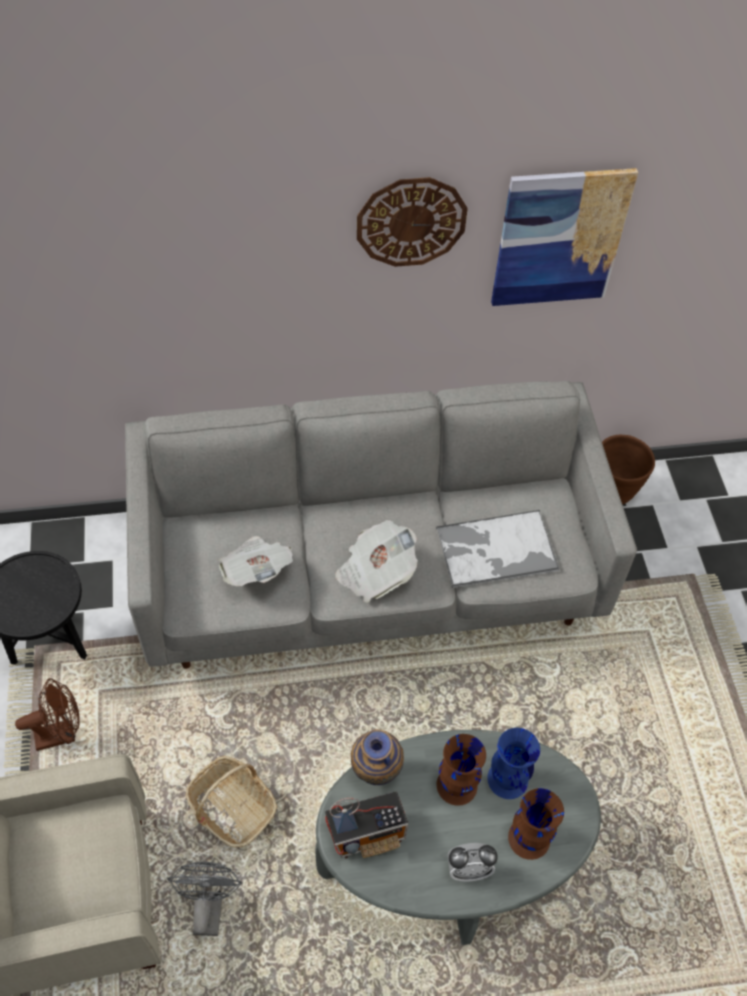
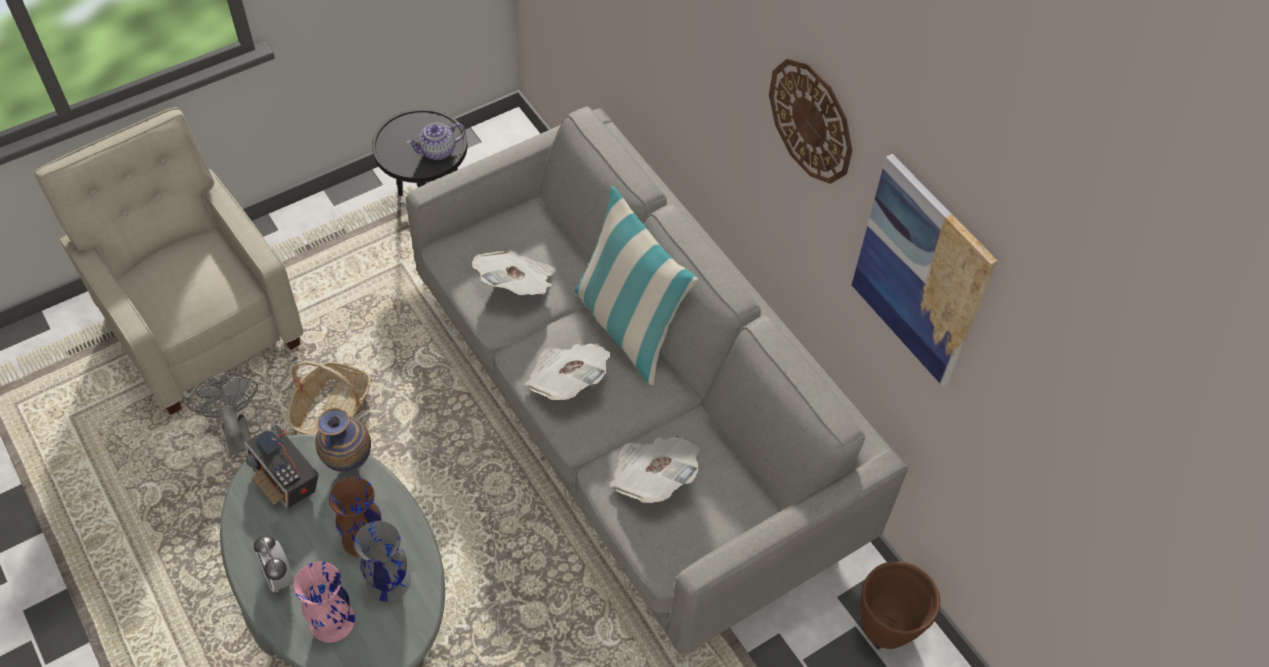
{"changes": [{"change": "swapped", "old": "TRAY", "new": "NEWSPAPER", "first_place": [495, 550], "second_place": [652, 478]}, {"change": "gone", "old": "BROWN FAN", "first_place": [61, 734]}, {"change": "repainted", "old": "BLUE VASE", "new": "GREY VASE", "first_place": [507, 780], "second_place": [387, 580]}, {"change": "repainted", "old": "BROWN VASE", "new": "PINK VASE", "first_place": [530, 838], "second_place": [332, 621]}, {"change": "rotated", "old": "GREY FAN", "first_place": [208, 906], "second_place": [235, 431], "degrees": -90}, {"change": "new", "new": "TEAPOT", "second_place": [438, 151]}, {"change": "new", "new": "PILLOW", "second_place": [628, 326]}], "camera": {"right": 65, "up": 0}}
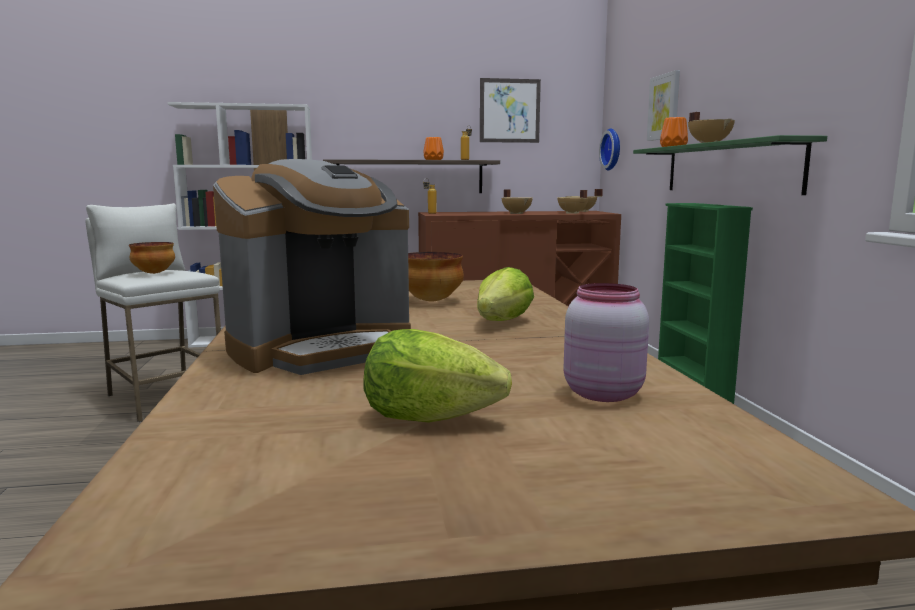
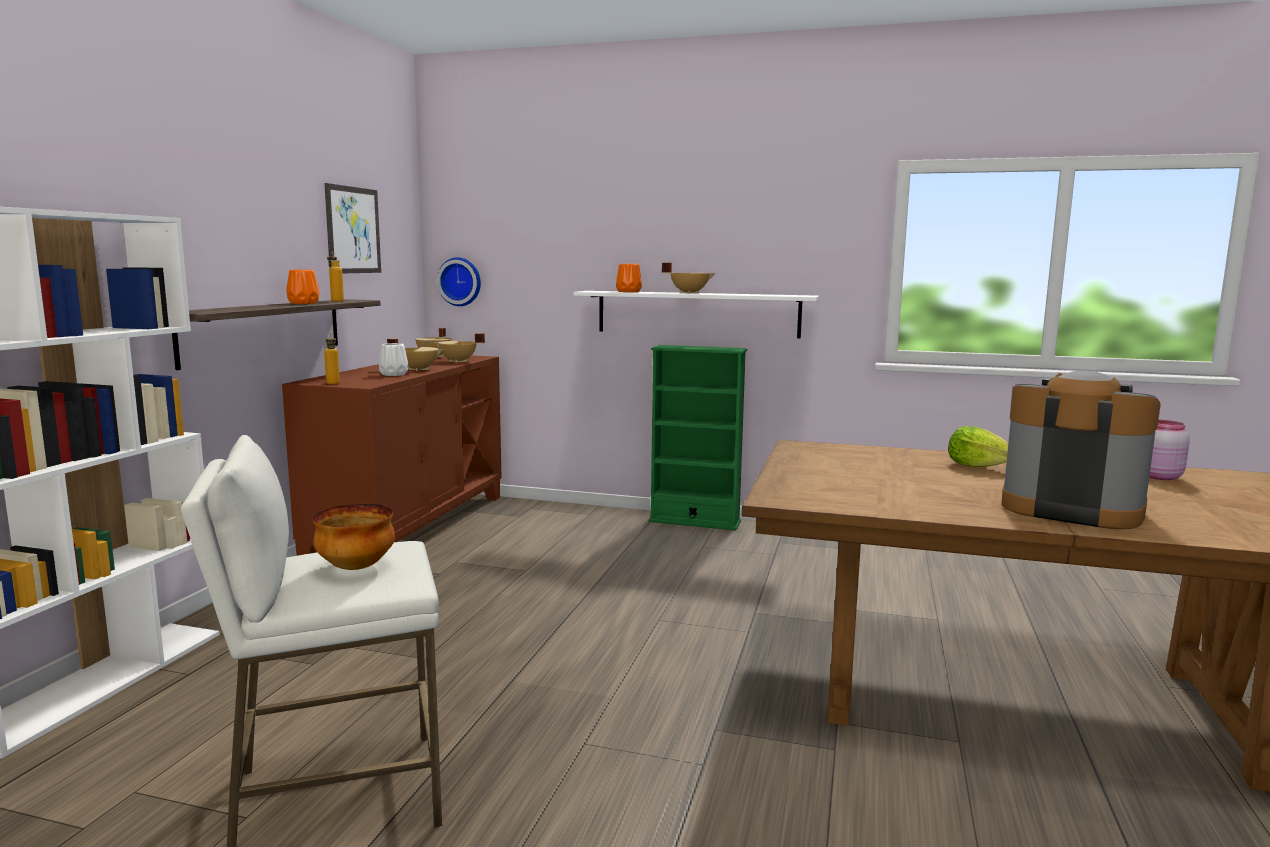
{"changes": [{"change": "gone", "old": "PICTURE", "first_place": [664, 107]}, {"change": "repainted", "old": "GREEN SHELF", "new": "WHITE SHELF", "first_place": [728, 168], "second_place": [697, 313]}, {"change": "rotated", "old": "COFFEE MACHINE", "first_place": [321, 350], "second_place": [1070, 508], "degrees": -45}, {"change": "gone", "old": "BOWL", "first_place": [431, 301]}, {"change": "gone", "old": "LETTUCE", "first_place": [429, 417]}, {"change": "new", "new": "WHITE VASE", "second_place": [393, 374]}], "camera": {"right": -65, "up": 0}}
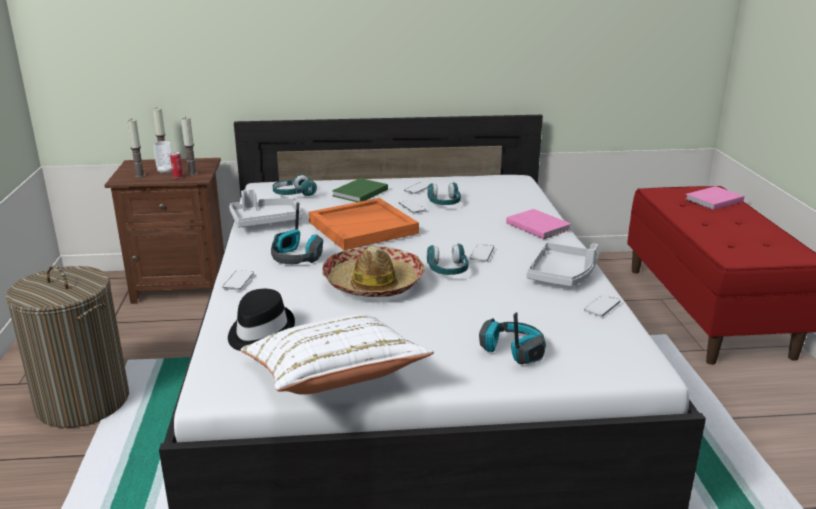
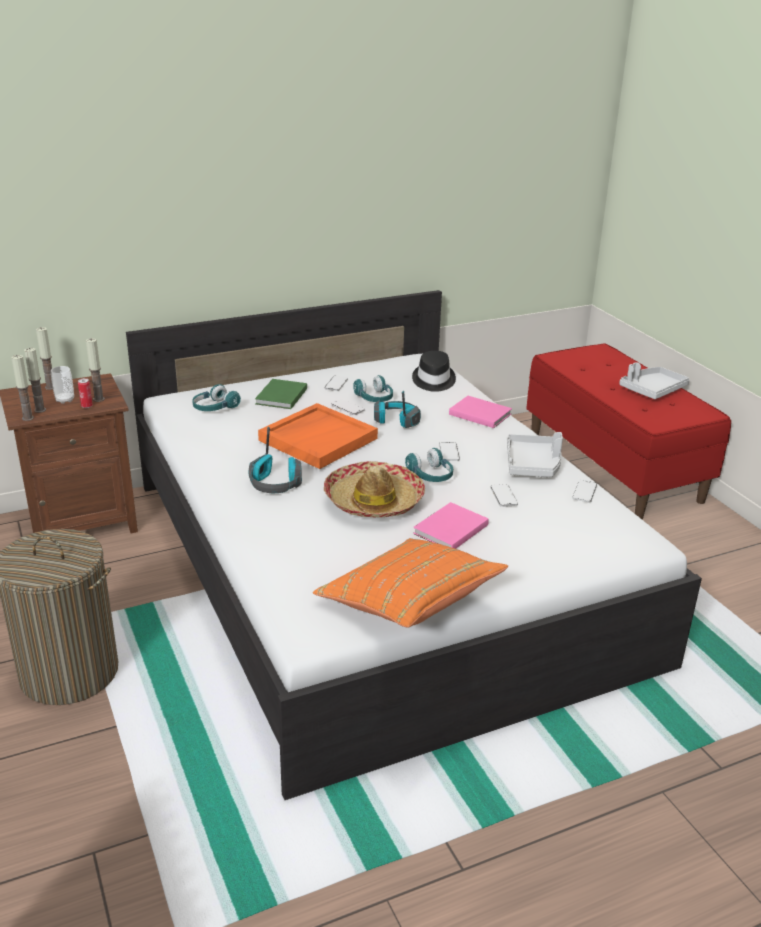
{"changes": [{"change": "shifted", "old": "PINK BOOK", "first_place": [712, 200], "second_place": [448, 529]}, {"change": "shifted", "old": "GREY TRAY", "first_place": [265, 221], "second_place": [652, 390]}, {"change": "shifted", "old": "PHONE", "first_place": [238, 281], "second_place": [503, 496]}, {"change": "shifted", "old": "BLACK HAT", "first_place": [259, 332], "second_place": [433, 380]}, {"change": "shifted", "old": "HEADPHONES", "first_place": [512, 350], "second_place": [396, 421]}, {"change": "repainted", "old": "WHITE PILLOW", "new": "ORANGE PILLOW", "first_place": [334, 378], "second_place": [408, 604]}, {"change": "new", "new": "CANDLE", "second_place": [28, 418]}], "camera": {"right": -20, "up": 5}}
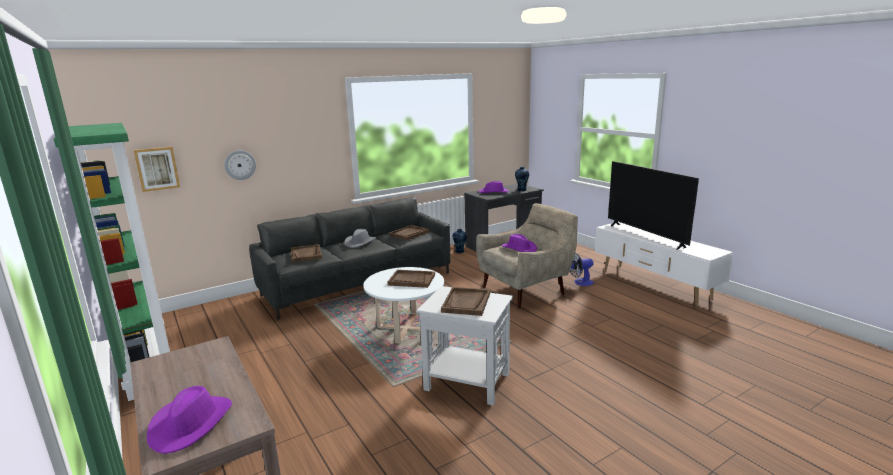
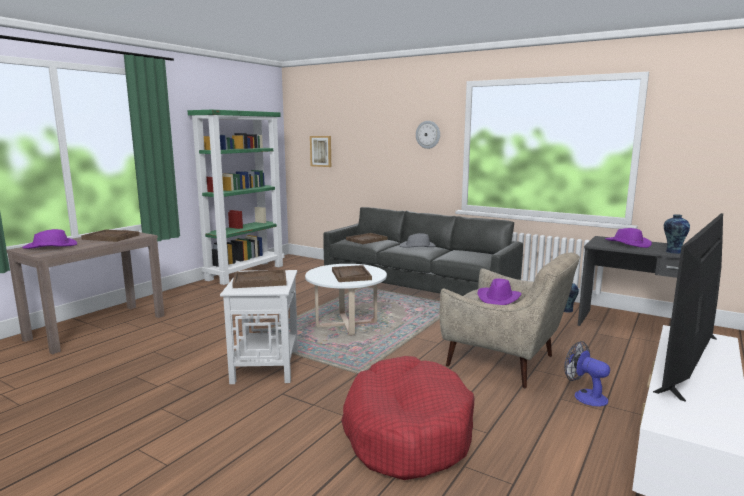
{"changes": [{"change": "shifted", "old": "WALL CLOCK", "first_place": [240, 165], "second_place": [428, 134]}, {"change": "shifted", "old": "BROWN TRAY", "first_place": [409, 234], "second_place": [110, 237]}, {"change": "new", "new": "RED DOG BED", "second_place": [406, 431]}], "camera": {"right": 65, "up": -5}}
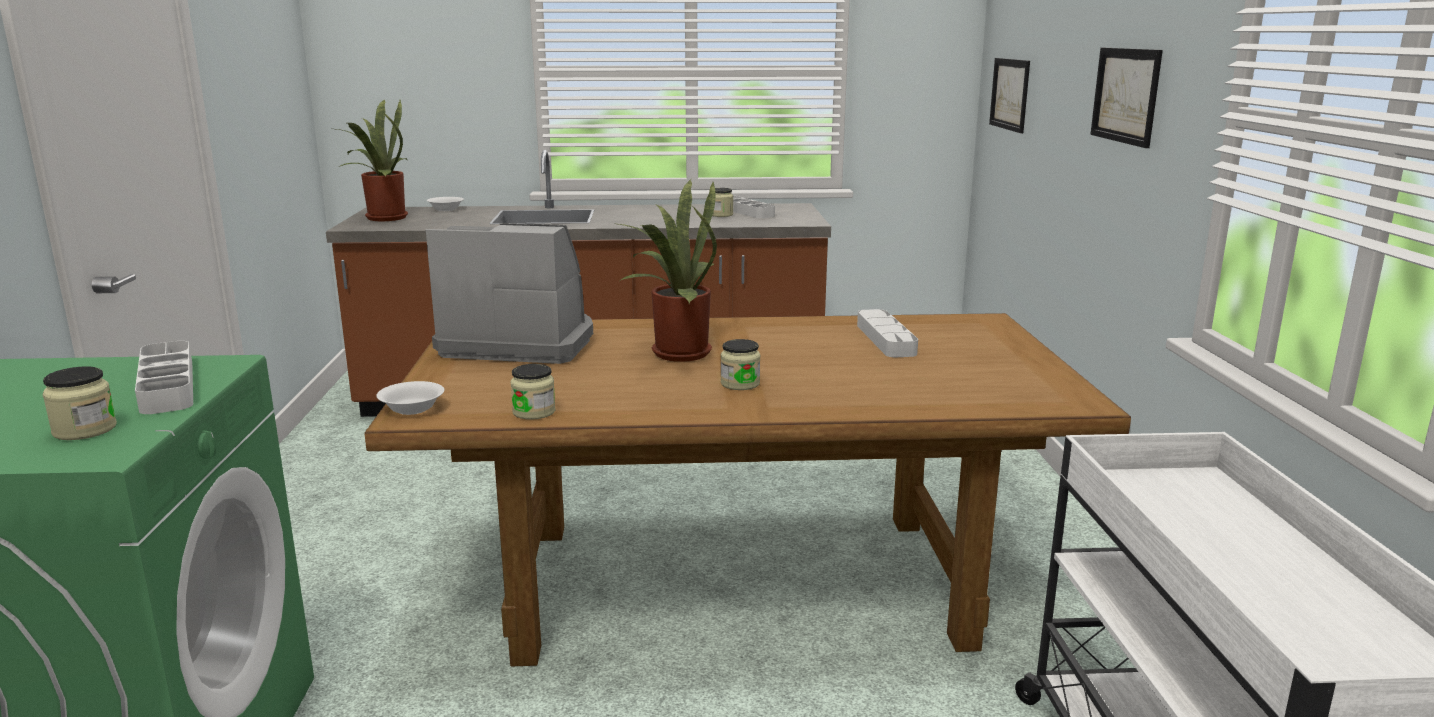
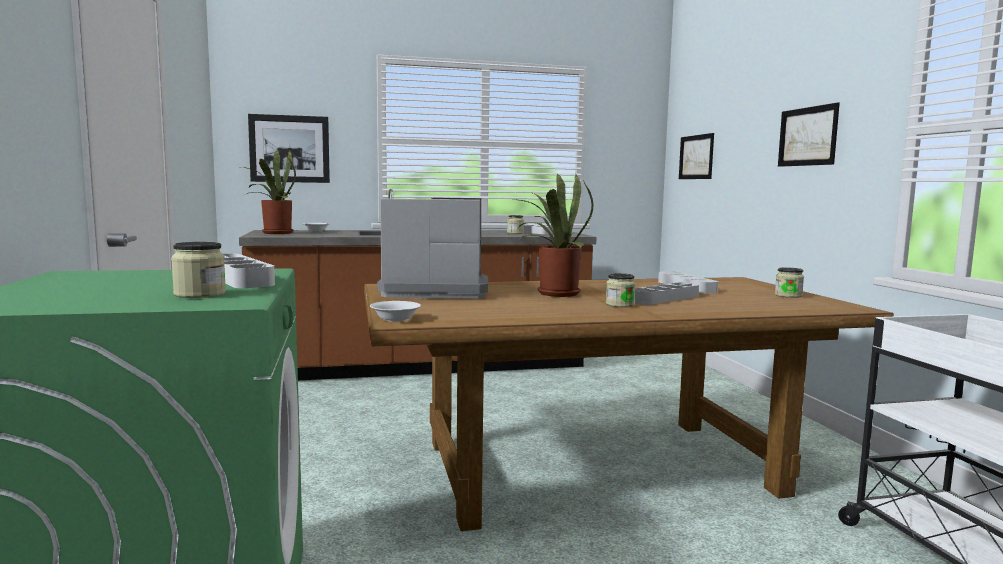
{"changes": [{"change": "shifted", "old": "JAR", "first_place": [534, 412], "second_place": [788, 295]}, {"change": "new", "new": "PICTURE", "second_place": [289, 149]}, {"change": "new", "new": "GREY TRAY", "second_place": [665, 298]}], "camera": {"right": -10, "up": -10}}
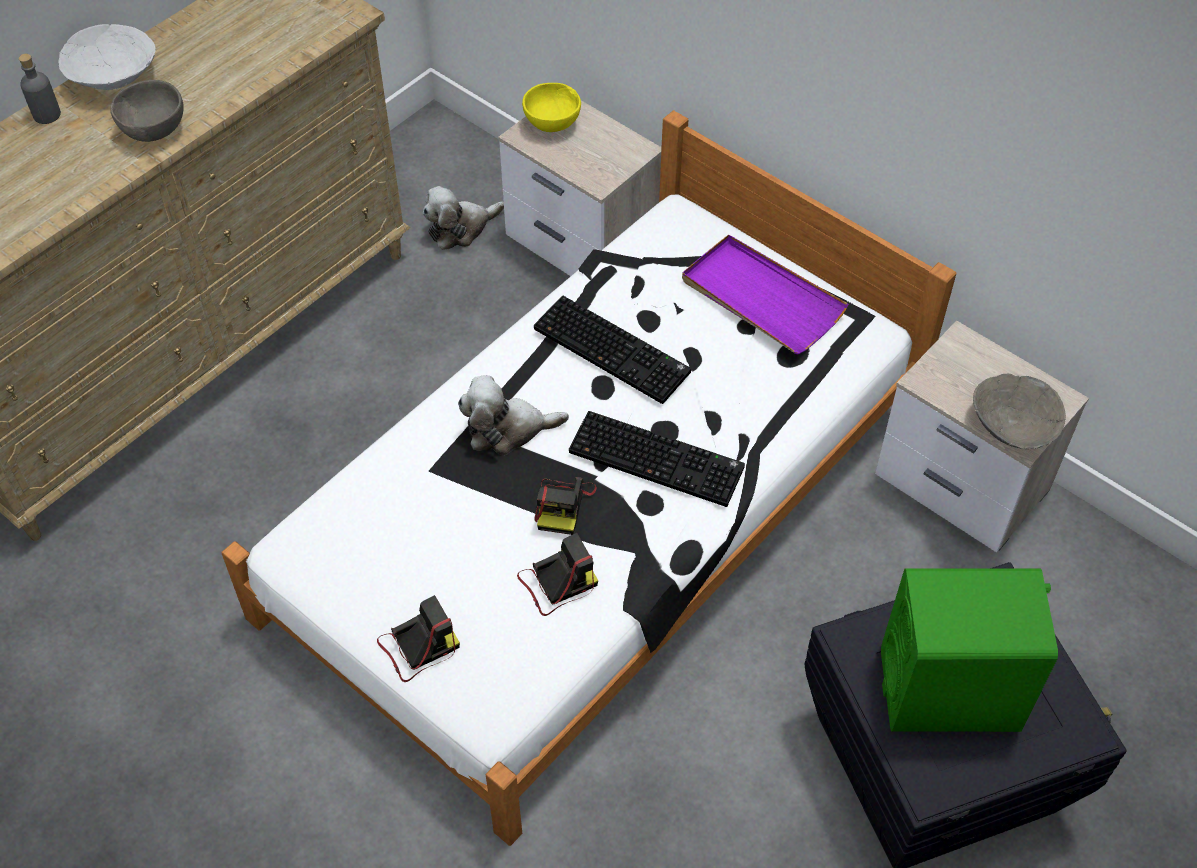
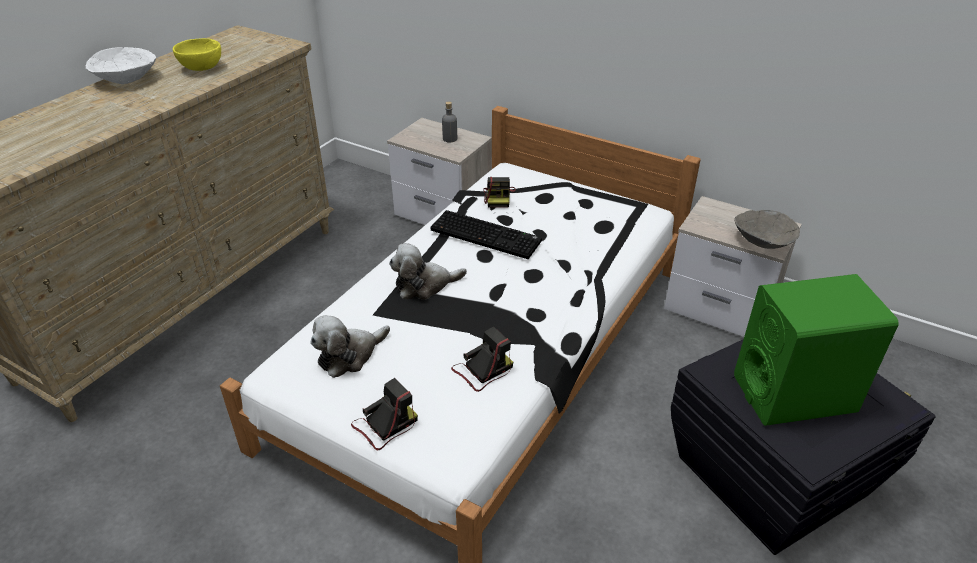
{"changes": [{"change": "shifted", "old": "GREY BOTTLE", "first_place": [47, 115], "second_place": [450, 139]}, {"change": "gone", "old": "GREY BOWL", "first_place": [153, 130]}, {"change": "shifted", "old": "YELLOW BOWL", "first_place": [553, 124], "second_place": [202, 69]}, {"change": "shifted", "old": "PLUSH TOY", "first_place": [461, 228], "second_place": [349, 355]}, {"change": "gone", "old": "PURPLE TRAY", "first_place": [761, 298]}, {"change": "gone", "old": "KEYBOARD", "first_place": [659, 458]}, {"change": "shifted", "old": "PHOTO CAMERA", "first_place": [563, 505], "second_place": [498, 197]}], "camera": {"right": -10, "up": -15}}
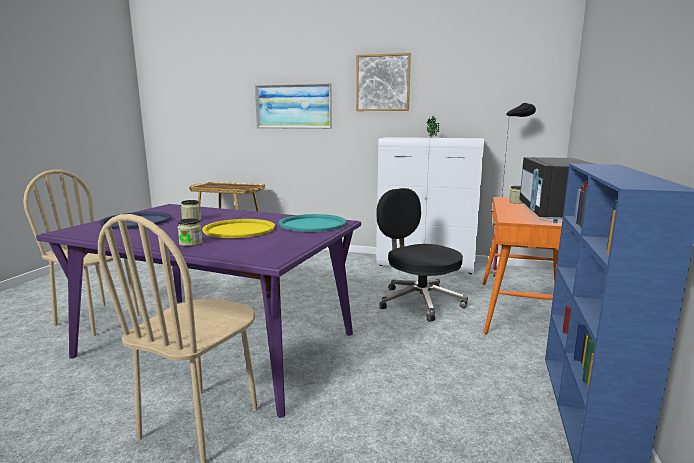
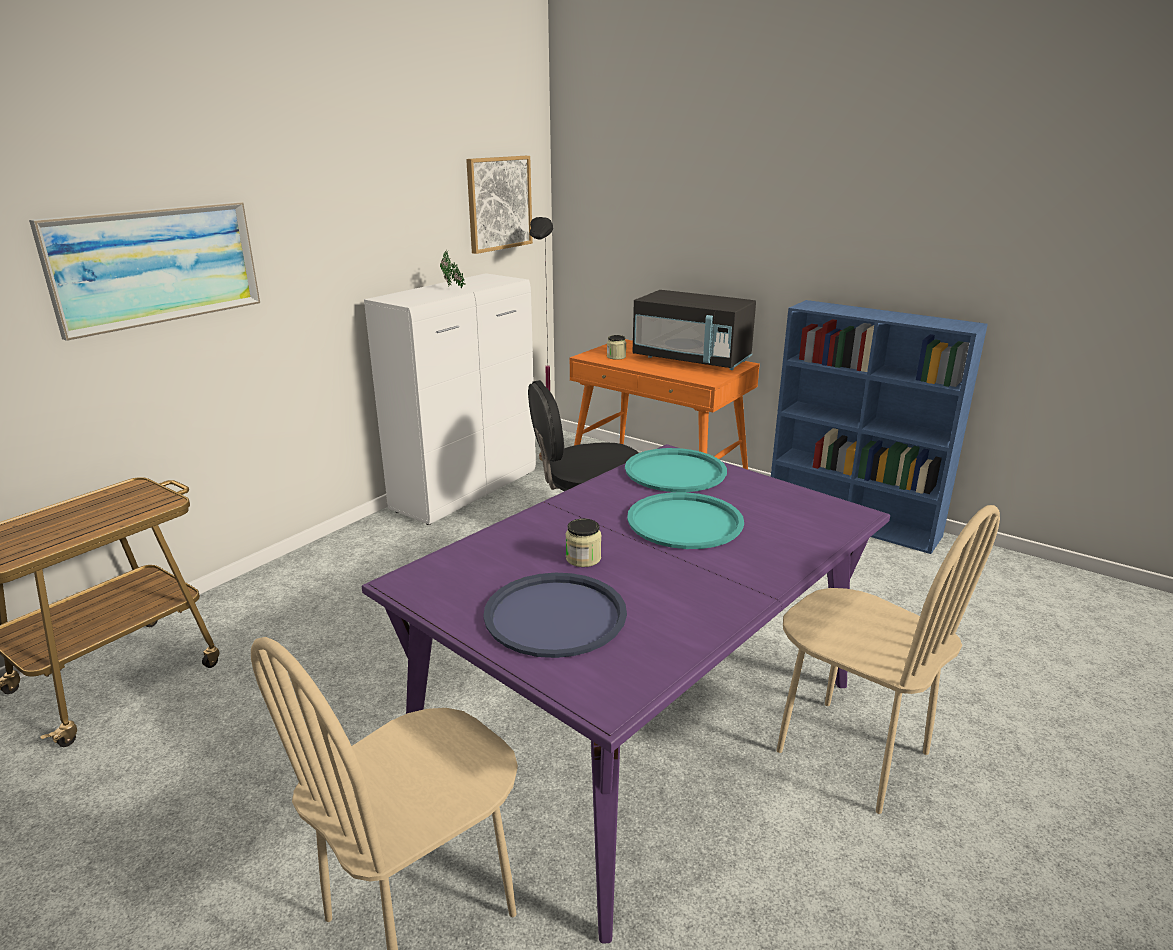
{"changes": [{"change": "shifted", "old": "PICTURE", "first_place": [383, 83], "second_place": [499, 203]}, {"change": "gone", "old": "JAR", "first_place": [190, 243]}, {"change": "repainted", "old": "YELLOW TRAY", "new": "TURQUOISE TRAY", "first_place": [239, 229], "second_place": [684, 522]}], "camera": {"right": -70, "up": 10}}
